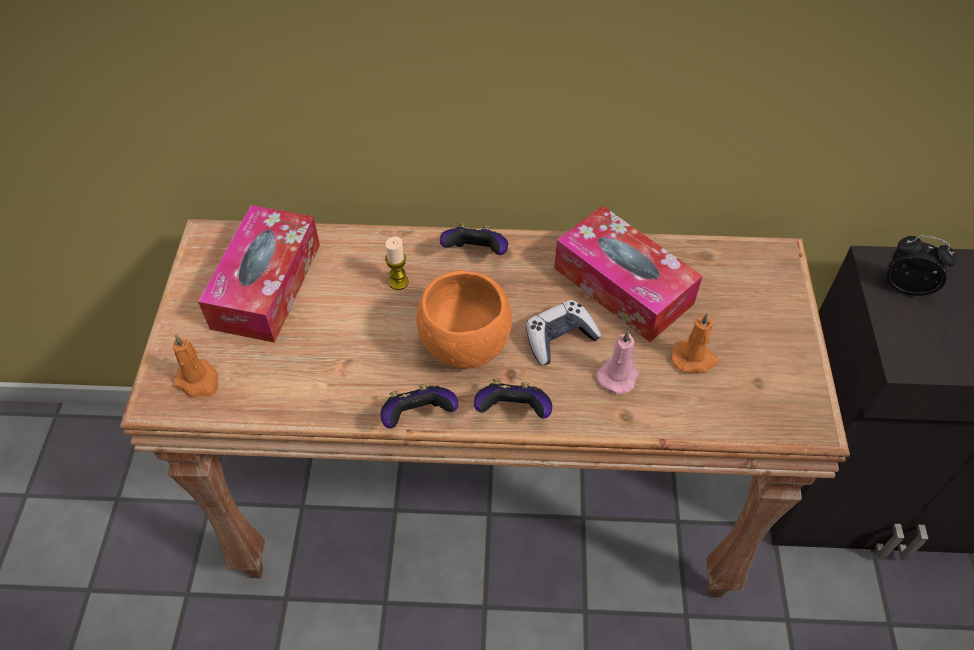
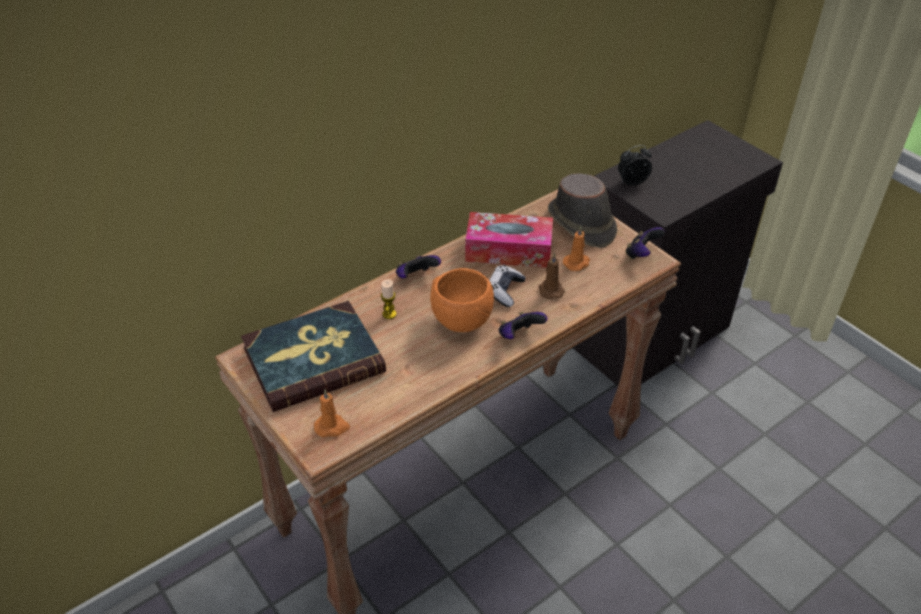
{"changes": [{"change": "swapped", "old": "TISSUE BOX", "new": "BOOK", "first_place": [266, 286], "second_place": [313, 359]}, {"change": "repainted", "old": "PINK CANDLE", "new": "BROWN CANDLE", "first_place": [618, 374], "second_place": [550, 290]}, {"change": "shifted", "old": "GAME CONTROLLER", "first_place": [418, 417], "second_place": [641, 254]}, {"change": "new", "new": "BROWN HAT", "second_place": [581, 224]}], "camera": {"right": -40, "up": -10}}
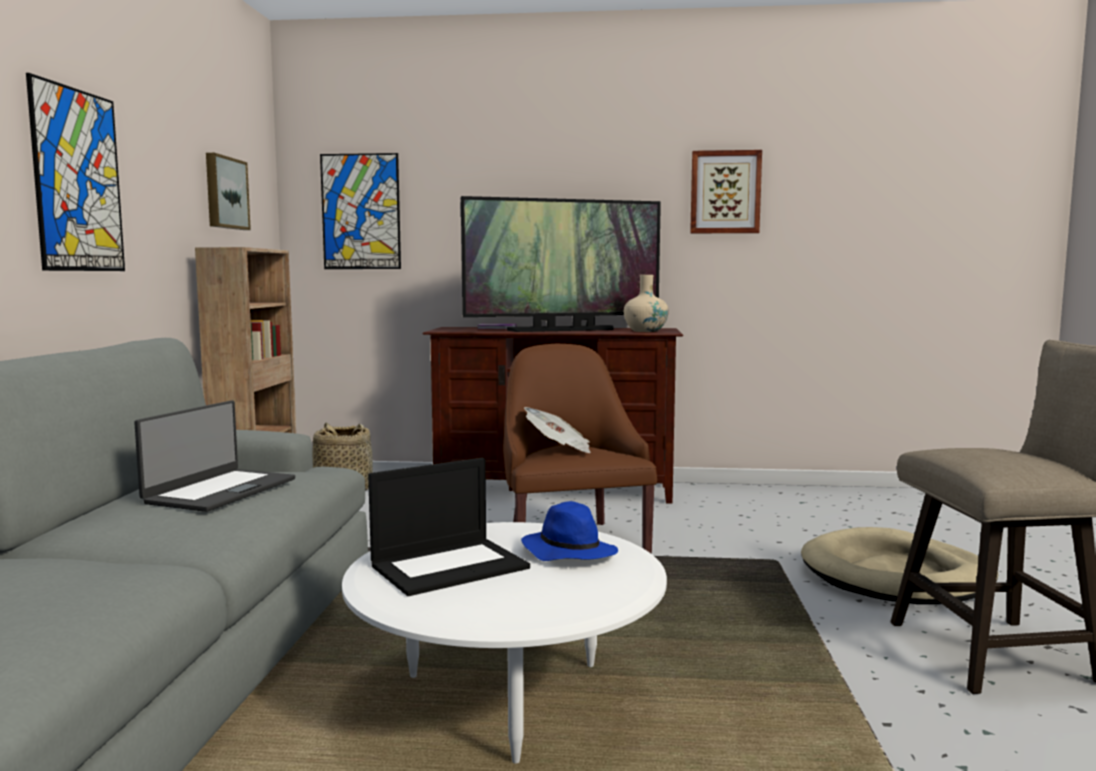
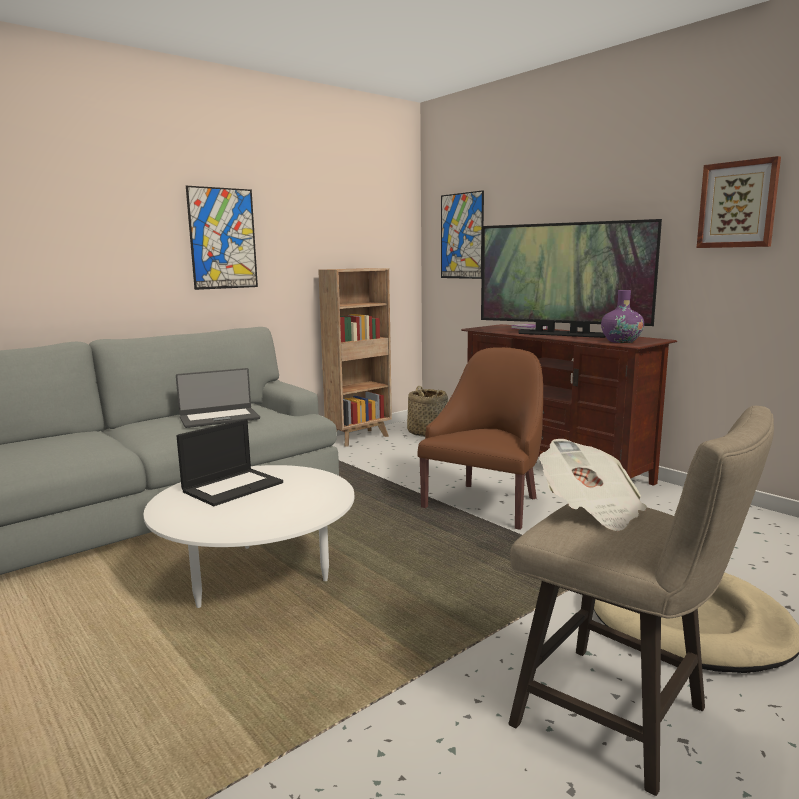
{"changes": [{"change": "gone", "old": "PICTURE", "first_place": [225, 193]}, {"change": "repainted", "old": "BEIGE VASE", "new": "PURPLE VASE", "first_place": [645, 331], "second_place": [621, 341]}, {"change": "shifted", "old": "NEWSPAPER", "first_place": [559, 449], "second_place": [590, 509]}, {"change": "rotated", "old": "LAPTOP", "first_place": [450, 566], "second_place": [233, 486], "degrees": -60}, {"change": "gone", "old": "BLUE HAT", "first_place": [568, 552]}], "camera": {"right": 45, "up": 5}}
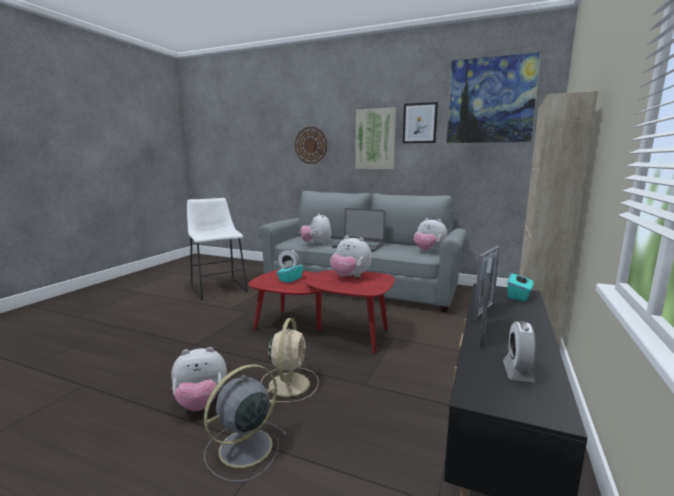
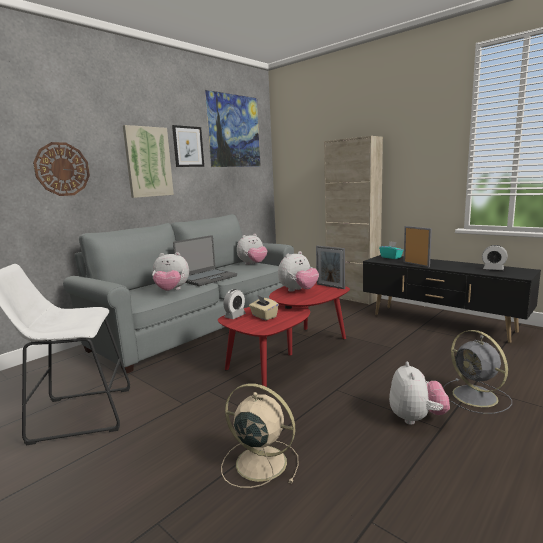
{"changes": [{"change": "shifted", "old": "PICTURE FRAME", "first_place": [482, 333], "second_place": [330, 286]}, {"change": "repainted", "old": "TURQUOISE TISSUE BOX", "new": "BEIGE TISSUE BOX", "first_place": [290, 279], "second_place": [263, 316]}, {"change": "shifted", "old": "BEIGE FAN", "first_place": [289, 383], "second_place": [259, 462]}], "camera": {"right": -70, "up": 0}}
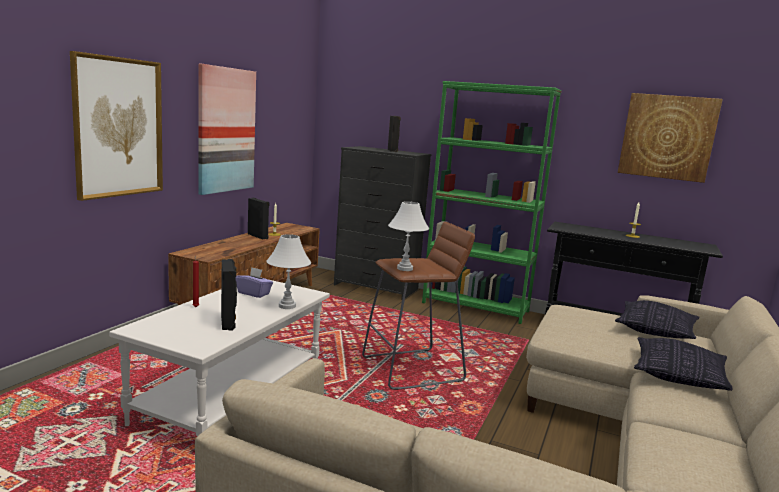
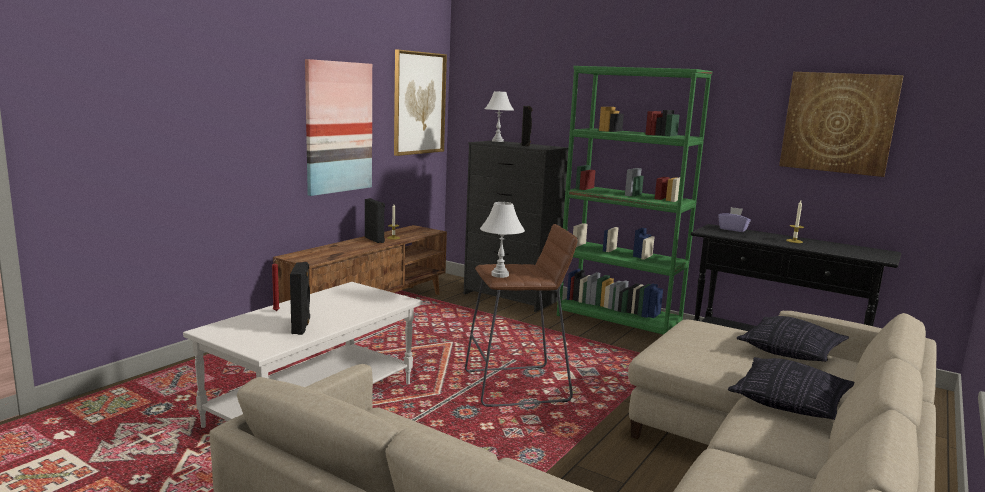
{"changes": [{"change": "shifted", "old": "PICTURE", "first_place": [118, 127], "second_place": [419, 103]}, {"change": "shifted", "old": "WHITE TABLE LAMP", "first_place": [287, 306], "second_place": [497, 141]}, {"change": "shifted", "old": "PURPLE TISSUE BOX", "first_place": [254, 293], "second_place": [733, 229]}], "camera": {"right": 10, "up": 0}}
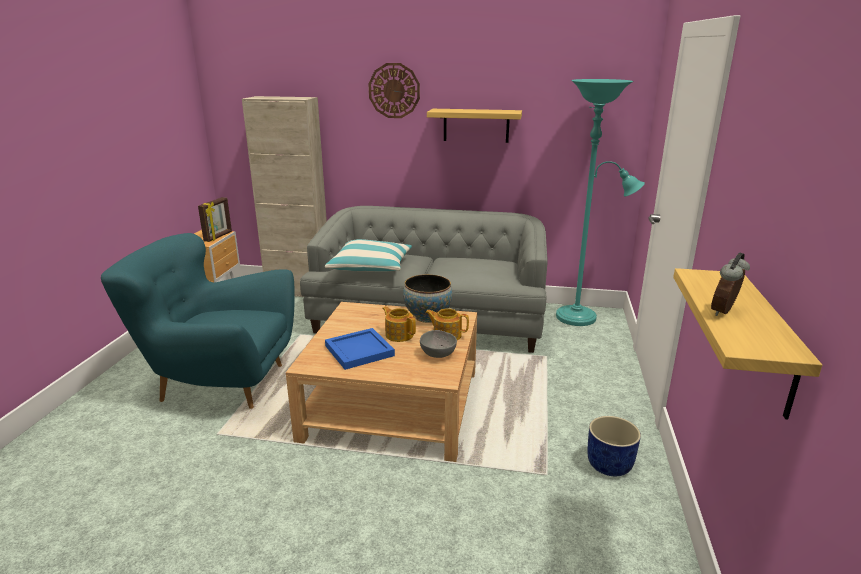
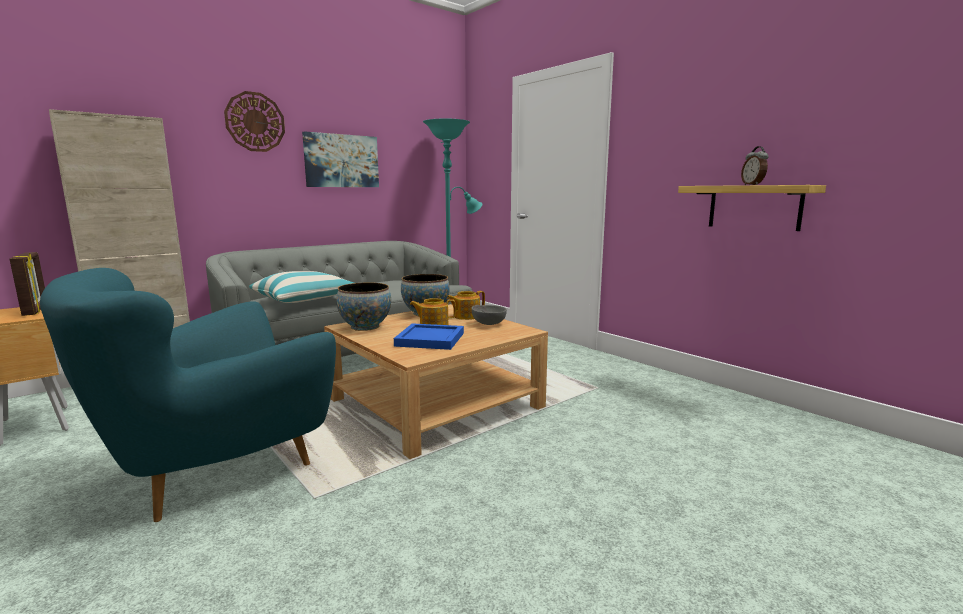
{"changes": [{"change": "swapped", "old": "SHELF", "new": "PICTURE", "first_place": [476, 125], "second_place": [341, 161]}, {"change": "gone", "old": "BLUE PLANTER", "first_place": [610, 465]}, {"change": "new", "new": "BOWL", "second_place": [365, 327]}], "camera": {"right": -50, "up": -10}}
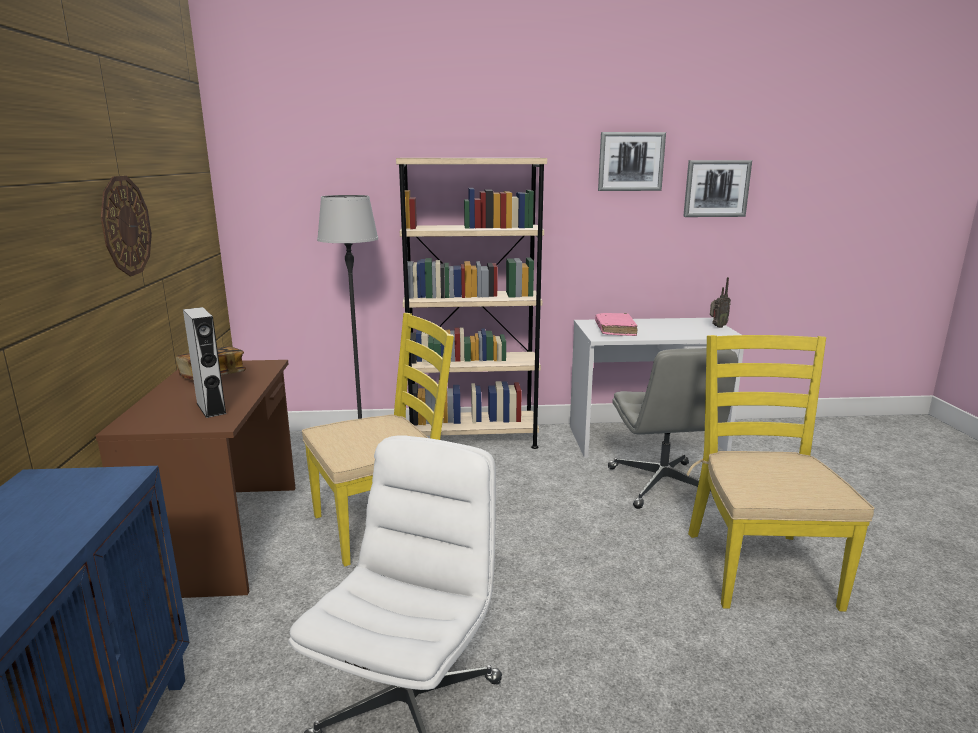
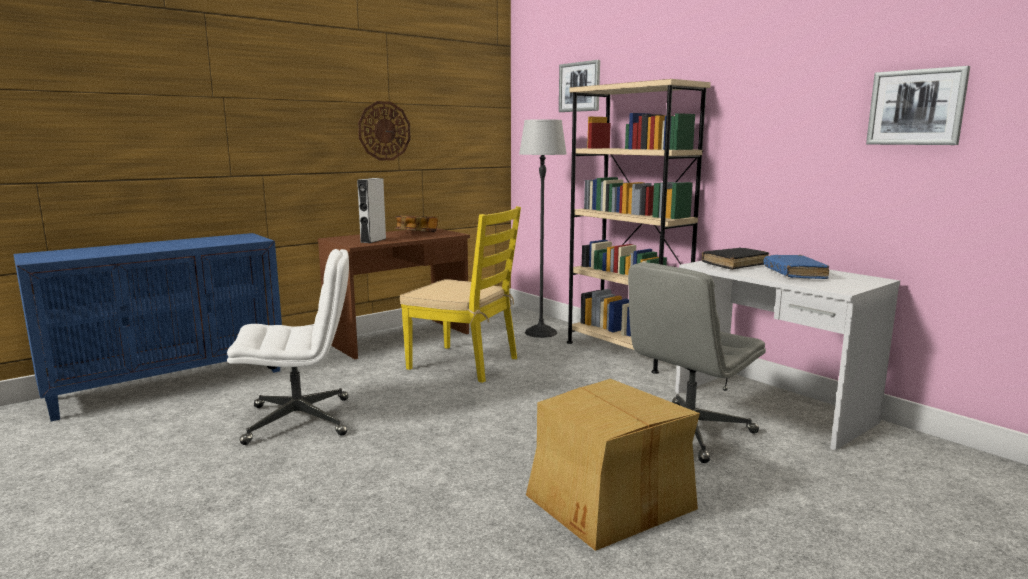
{"changes": [{"change": "shifted", "old": "PICTURE", "first_place": [631, 161], "second_place": [580, 87]}, {"change": "gone", "old": "RADIO", "first_place": [717, 327]}, {"change": "repainted", "old": "PINK BOOK", "new": "BLACK BOOK", "first_place": [615, 330], "second_place": [734, 264]}, {"change": "swapped", "old": "YELLOW CHAIR", "new": "CARDBOARD BOX", "first_place": [759, 568], "second_place": [608, 501]}, {"change": "new", "new": "BLUE BOOK", "second_place": [794, 274]}], "camera": {"right": 55, "up": -5}}
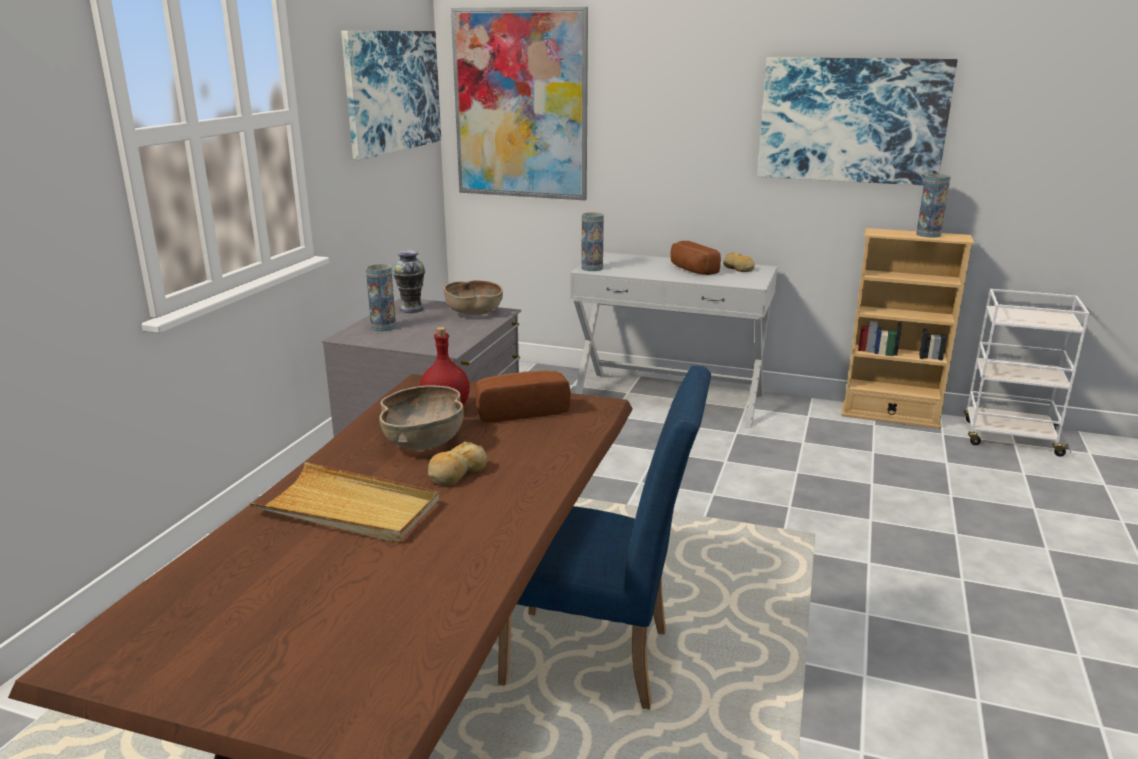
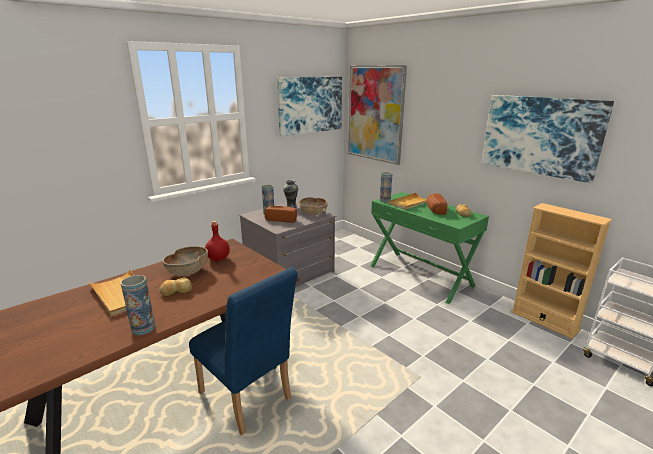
{"changes": [{"change": "shifted", "old": "VASE", "first_place": [928, 234], "second_place": [143, 328]}, {"change": "repainted", "old": "WHITE CONSOLE TABLE", "new": "GREEN CONSOLE TABLE", "first_place": [669, 398], "second_place": [420, 275]}, {"change": "shifted", "old": "BREAD", "first_place": [520, 411], "second_place": [282, 219]}, {"change": "new", "new": "BEIGE TRAY", "second_place": [410, 203]}], "camera": {"right": 30, "up": 0}}
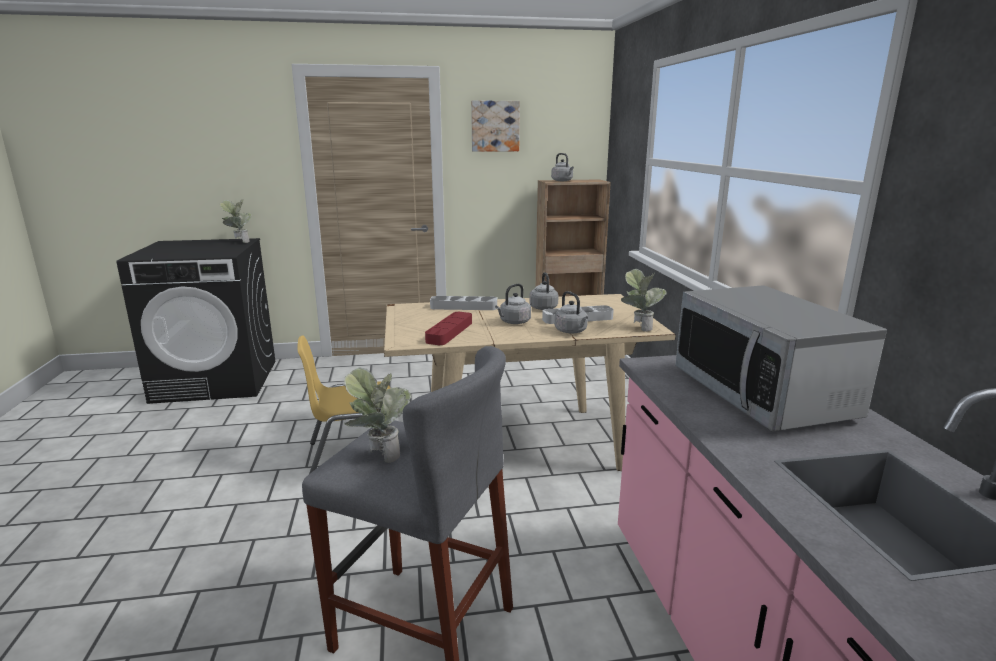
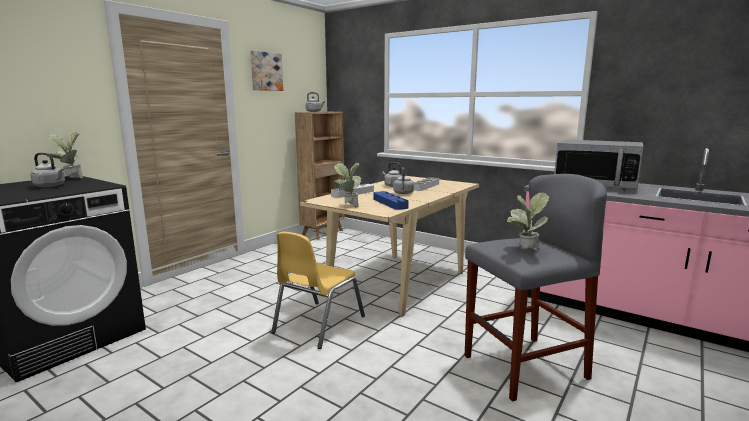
{"changes": [{"change": "shifted", "old": "POTTED PLANT", "first_place": [639, 327], "second_place": [348, 206]}, {"change": "shifted", "old": "GREY KETTLE", "first_place": [572, 331], "second_place": [51, 186]}, {"change": "repainted", "old": "RED TRAY", "new": "BLUE TRAY", "first_place": [449, 332], "second_place": [390, 203]}], "camera": {"right": -45, "up": -5}}
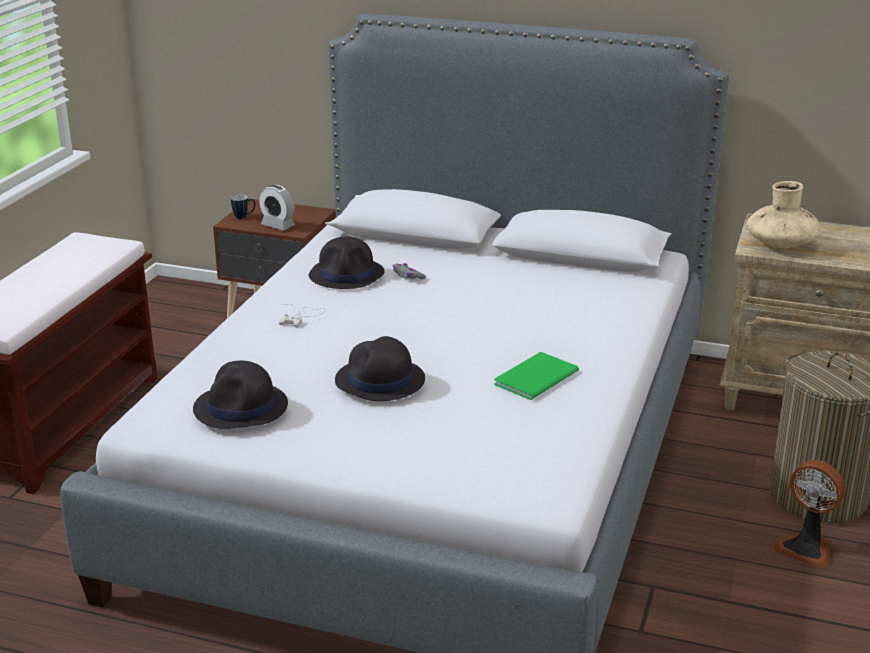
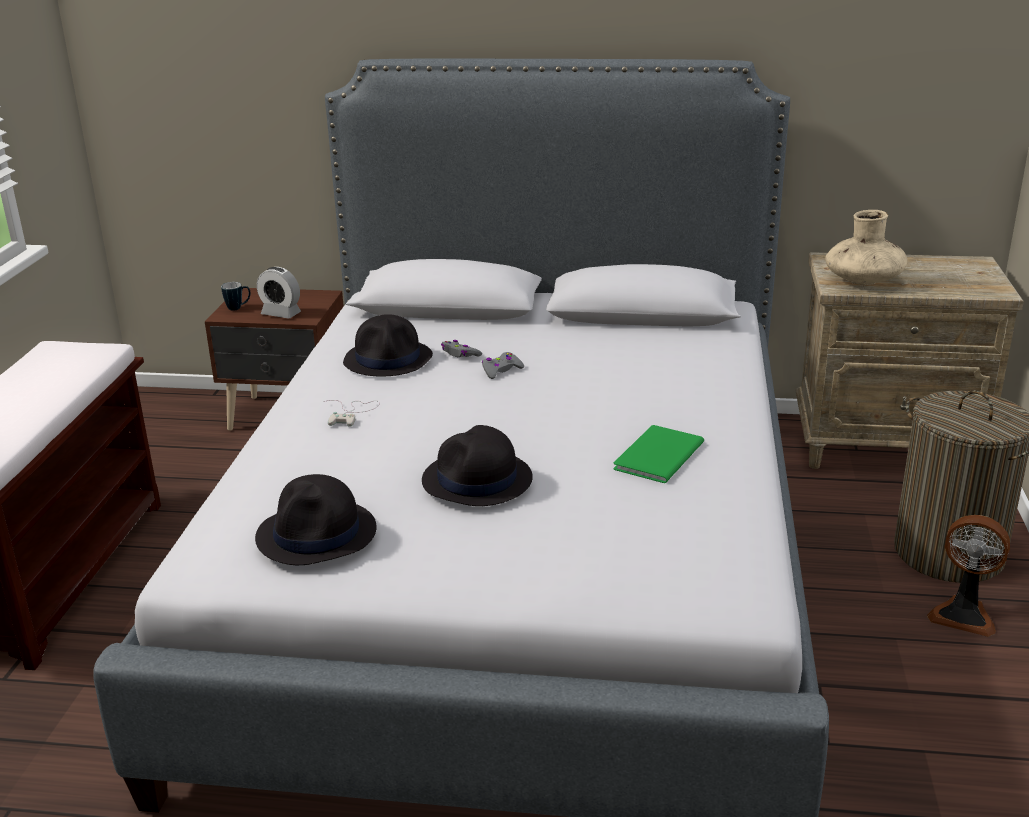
{"changes": [{"change": "new", "new": "GREY GAME CONTROLLER", "second_place": [501, 370]}], "camera": {"right": -10, "up": 0}}
